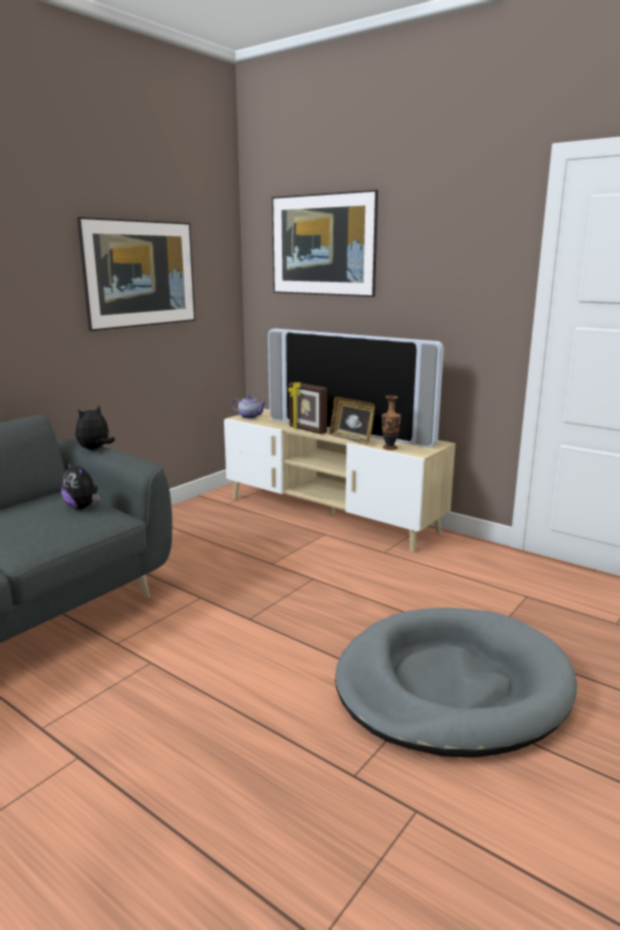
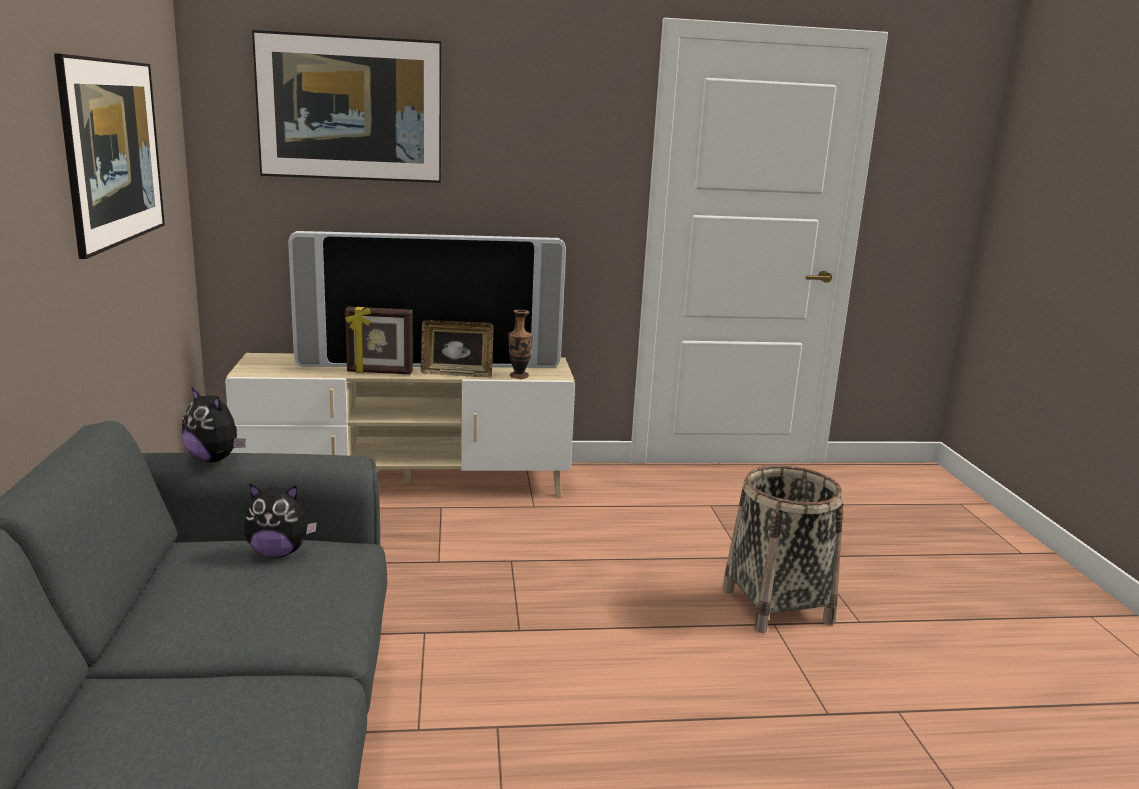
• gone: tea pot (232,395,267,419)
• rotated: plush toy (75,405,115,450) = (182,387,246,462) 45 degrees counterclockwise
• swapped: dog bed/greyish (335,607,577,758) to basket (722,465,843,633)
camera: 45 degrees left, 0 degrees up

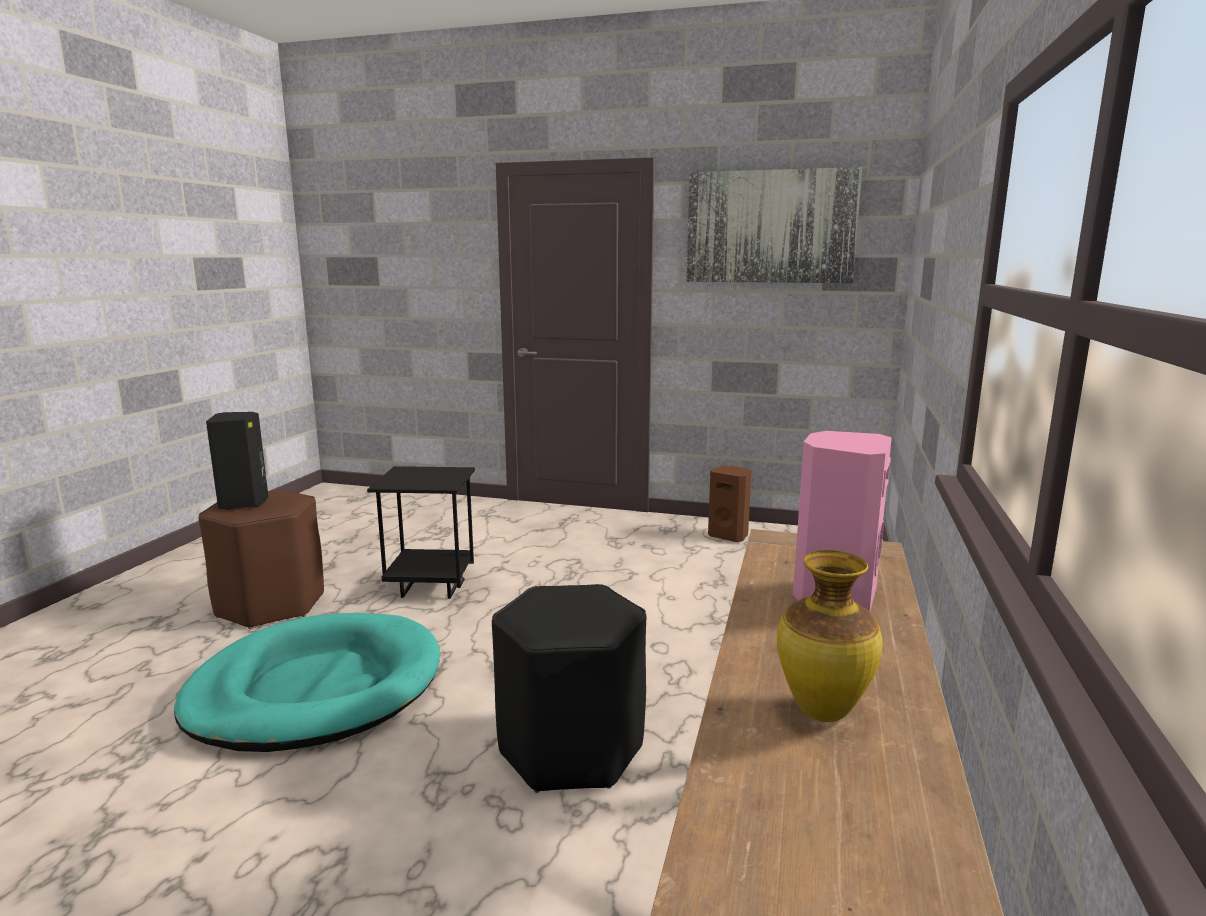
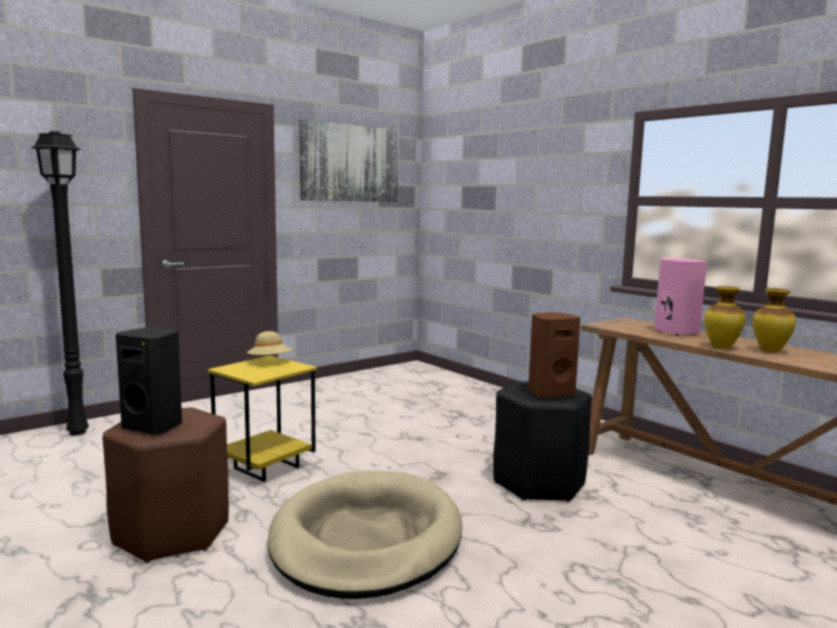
• repainted: accent table/black-coloured (367,466,475,599) to accent table/yellow-coloured (208,355,317,482)
• shifted: loudspeaker/brown-coloured (708,466,752,542) to (528,312,580,399)
• repainted: dog bed/turquoise (174,613,440,752) to dog bed/beige (267,470,462,599)
• new: floor lamp/black-coloured (31,131,89,436)
• new: vase (704,286,746,349)
• new: hat/beige (247,331,292,357)
camera: 55 degrees left, 5 degrees down

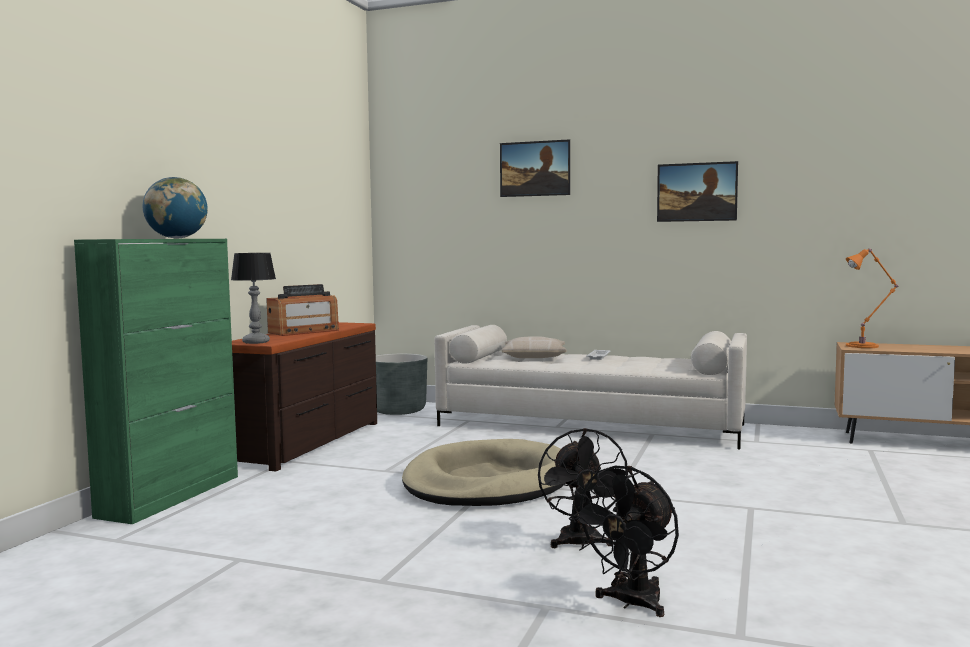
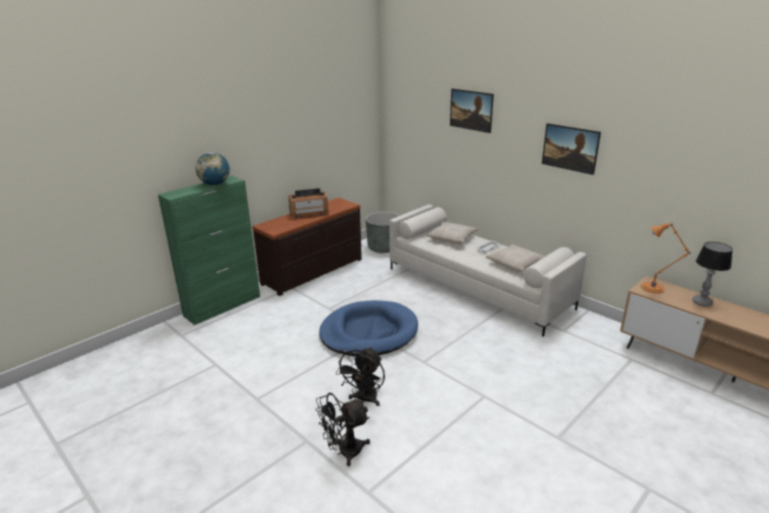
• shifted: lamp for a table (231,253,276,344) to (692,242,733,307)
• repainted: dog bed/beige (402,439,566,506) to dog bed/bluish (319,300,418,356)
• new: pillow/beige (486,244,545,272)
camera: 25 degrees right, 20 degrees up

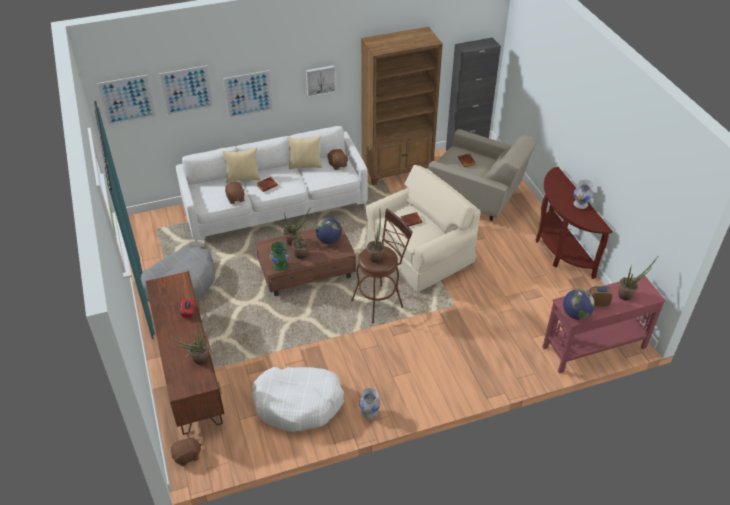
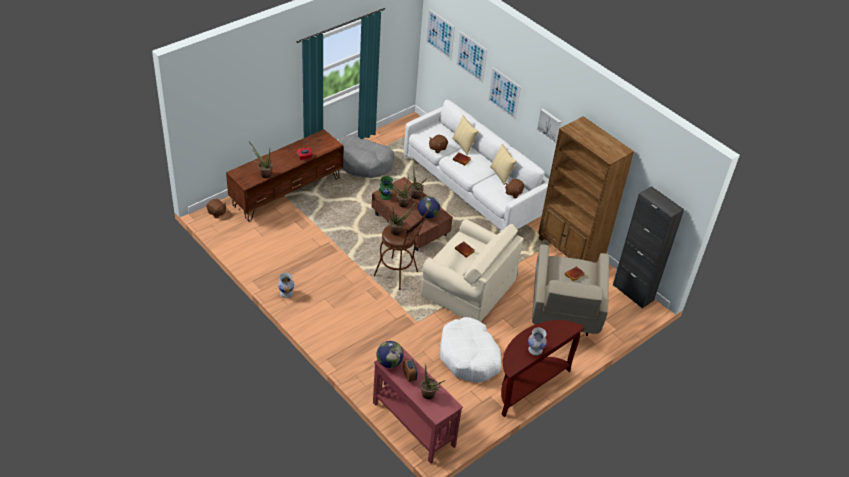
• shifted: dog bed/whitish (253,367,344,432) to (440,317,501,383)
camera: 65 degrees right, 0 degrees up

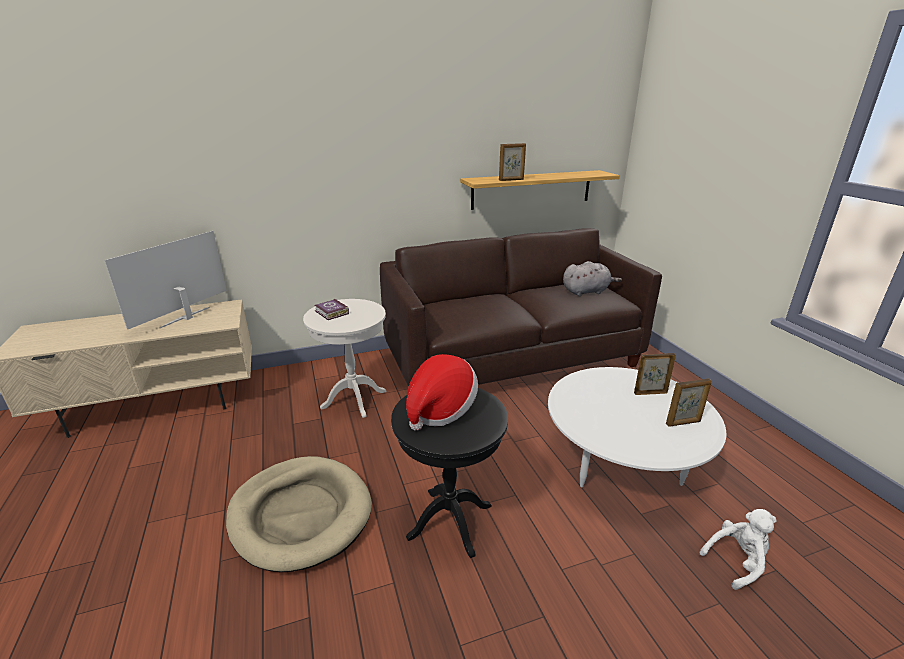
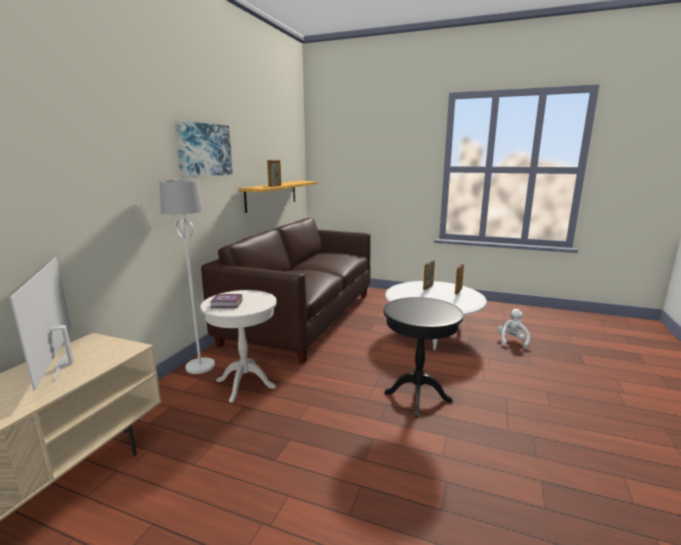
• gone: plush toy/greyish (563,261,622,296)
• gone: hat (406,354,478,431)
• gone: dog bed/beige (226,456,372,572)
• new: wall art (174,120,233,178)
• new: floor lamp/whitish (160,180,215,374)
camera: 50 degrees left, 10 degrees down

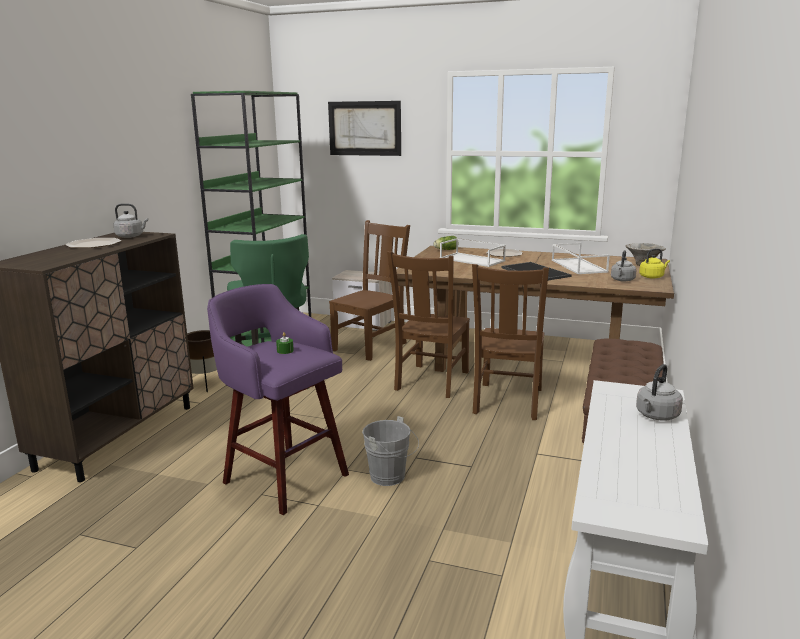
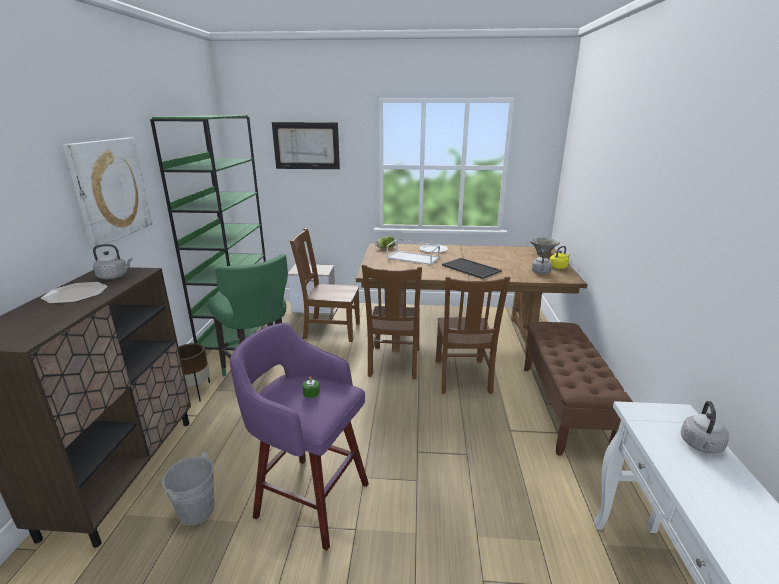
• rotated: chair/brown-coloured (329,220,410,361) = (290,228,360,342) 105 degrees counterclockwise
• gone: serving tray/whitish (552,243,610,274)
• shifted: water bucket/greyish (362,416,419,486) to (162,452,224,526)
• new: wall art (63,137,152,249)
camera: 15 degrees left, 5 degrees up

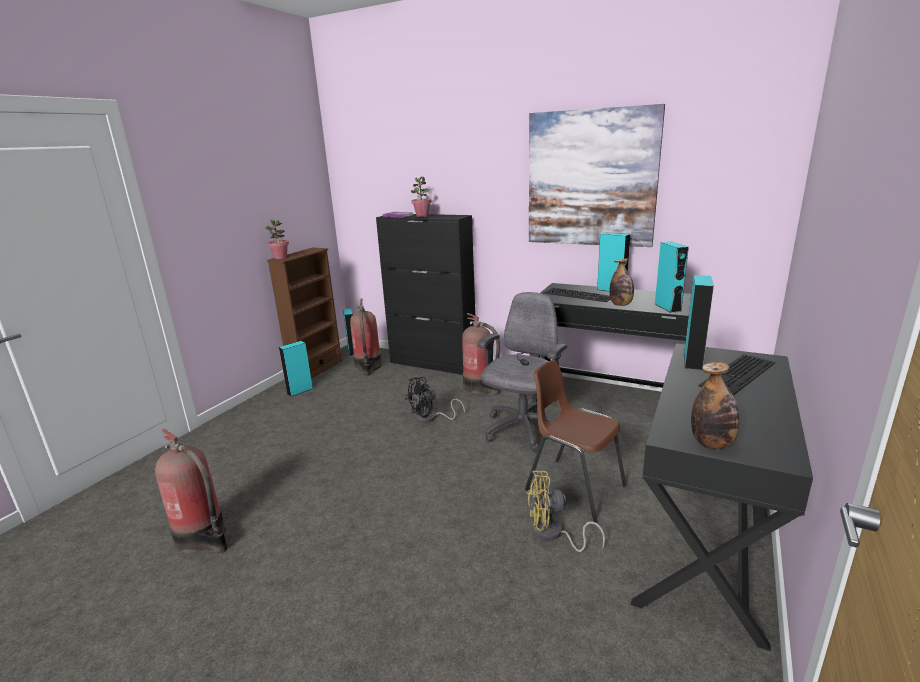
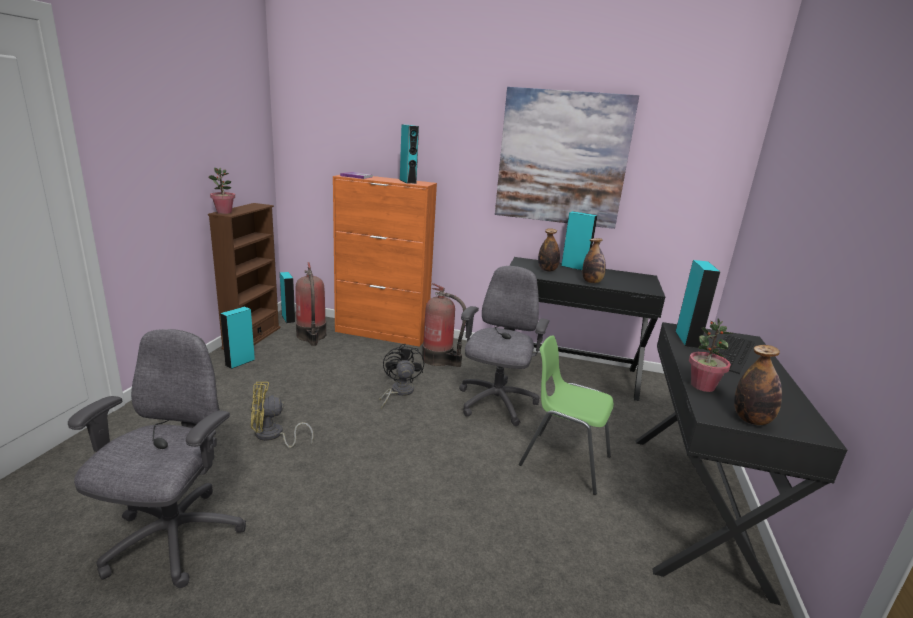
• shifted: plant in a pot (411,177,432,217) to (689,318,734,392)
• repainted: storage cabinet/black-coloured (376,214,475,375) to storage cabinet/orangey (333,175,437,347)
• shifted: loudspeaker/turquoise (655,242,689,313) to (400,124,419,184)
• swapped: computer keyboard (543,288,611,302) to bottle (538,228,560,272)
• repainted: chair/brown-coloured (525,360,627,522) to chair/green-coloured (519,336,614,495)
• rotated: cooling fan/black-coloured (405,377,465,423) = (379,344,424,409) 135 degrees clockwise
• swapped: fire-fighting cylinder (155,429,227,553) to office chair/greyish (68,329,246,588)
• shifted: cooling fan/yellow-coloured (527,471,605,552) to (251,382,314,448)
camera: 15 degrees left, 0 degrees up

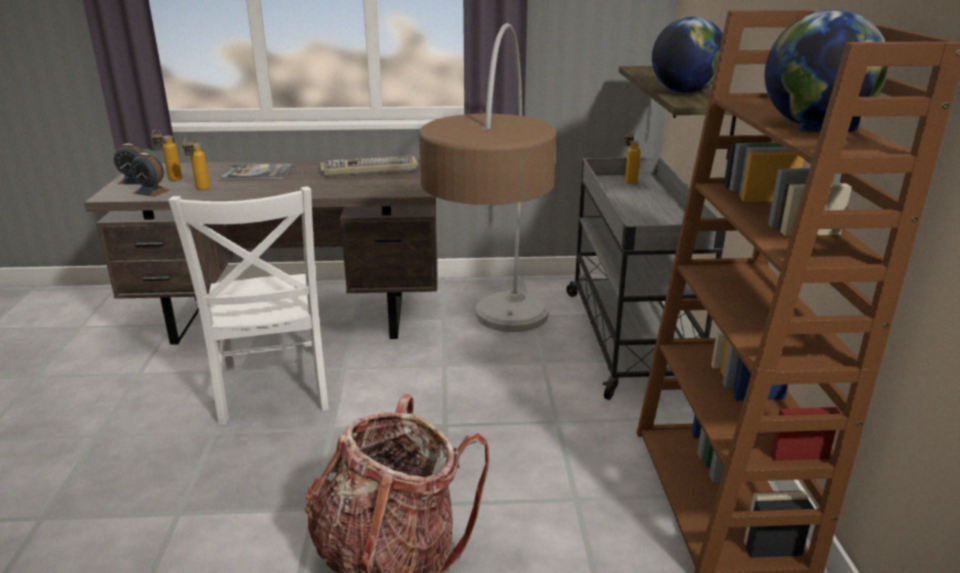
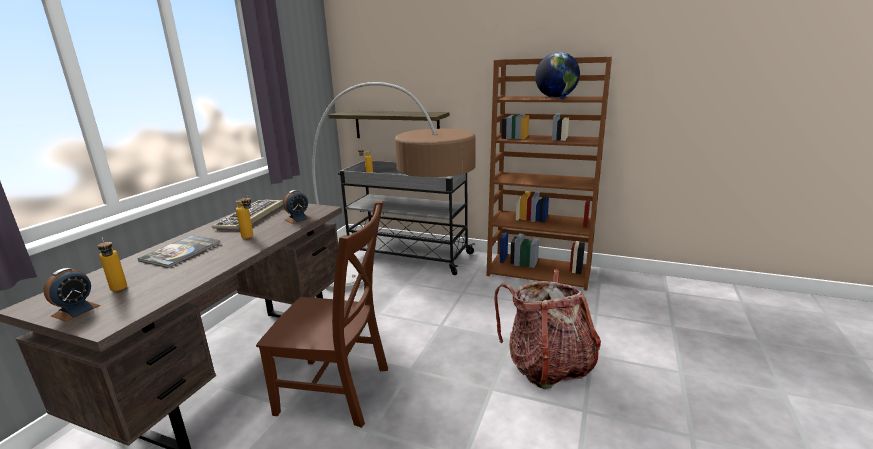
• gone: world globe (652,17,723,93)
• shifted: bottle (182,137,210,190) to (236,194,253,239)
• shifted: alarm clock (130,153,169,197) to (283,190,311,224)
• repainted: chair/whitish (168,186,329,425) to chair/brown-coloured (256,201,388,428)
camera: 65 degrees left, 5 degrees down

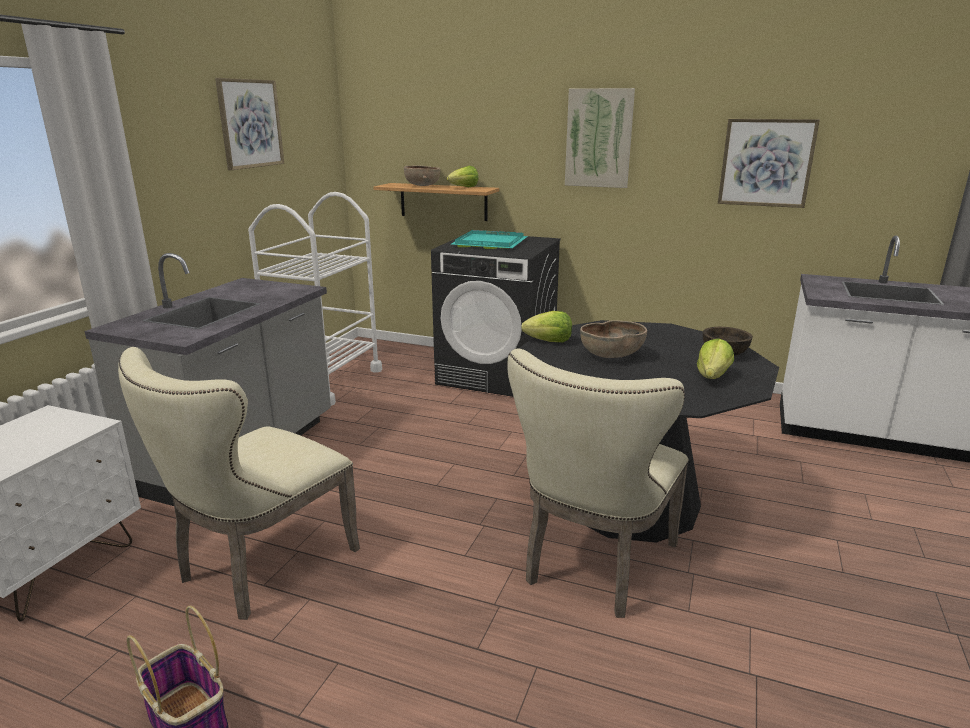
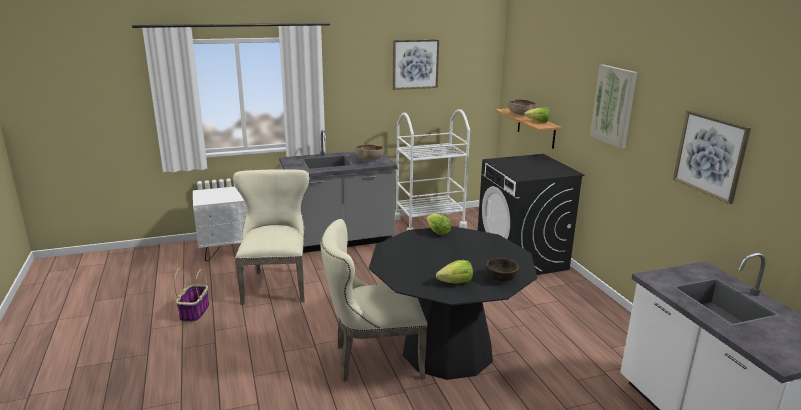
• gone: serving tray/turquoise (452,230,528,249)
• shifted: serving bowl/brown-coloured (580,320,647,358) to (355,144,385,160)
• rotated: chair/beige (118,347,360,620) = (233,169,310,305) 90 degrees clockwise
camera: 50 degrees right, 0 degrees up

